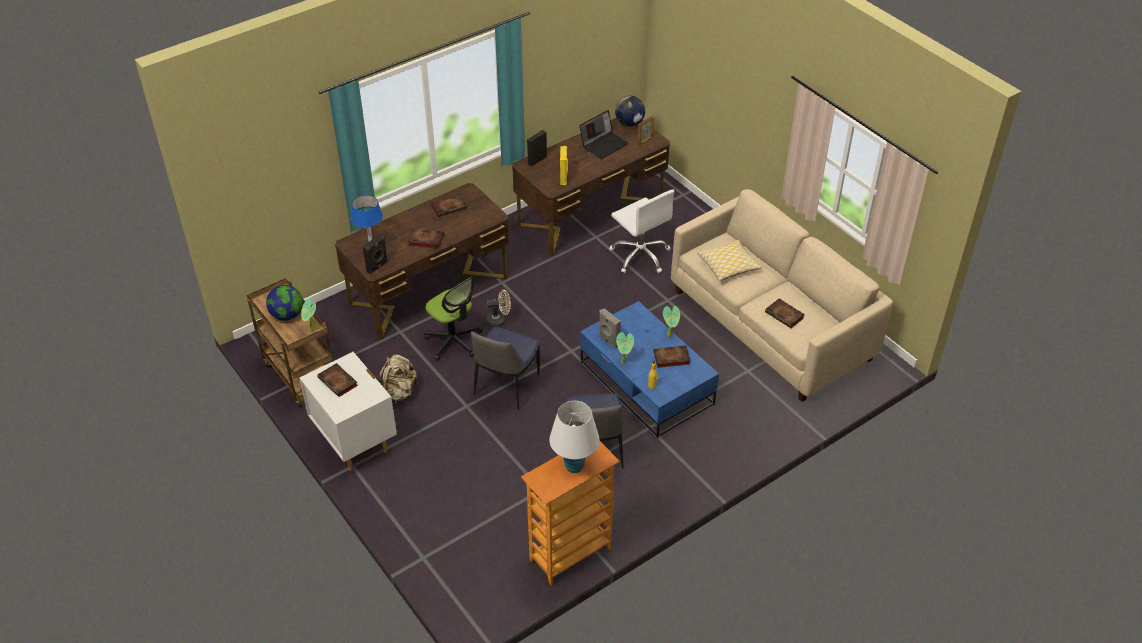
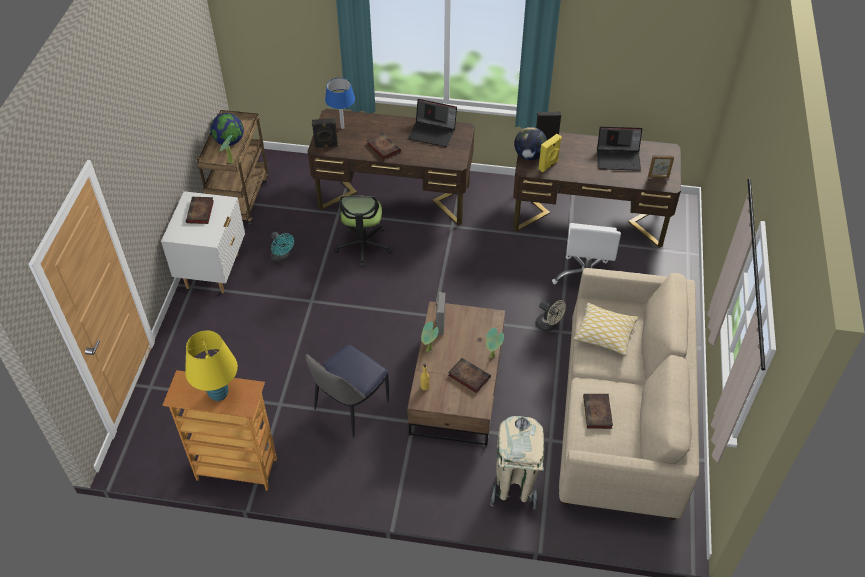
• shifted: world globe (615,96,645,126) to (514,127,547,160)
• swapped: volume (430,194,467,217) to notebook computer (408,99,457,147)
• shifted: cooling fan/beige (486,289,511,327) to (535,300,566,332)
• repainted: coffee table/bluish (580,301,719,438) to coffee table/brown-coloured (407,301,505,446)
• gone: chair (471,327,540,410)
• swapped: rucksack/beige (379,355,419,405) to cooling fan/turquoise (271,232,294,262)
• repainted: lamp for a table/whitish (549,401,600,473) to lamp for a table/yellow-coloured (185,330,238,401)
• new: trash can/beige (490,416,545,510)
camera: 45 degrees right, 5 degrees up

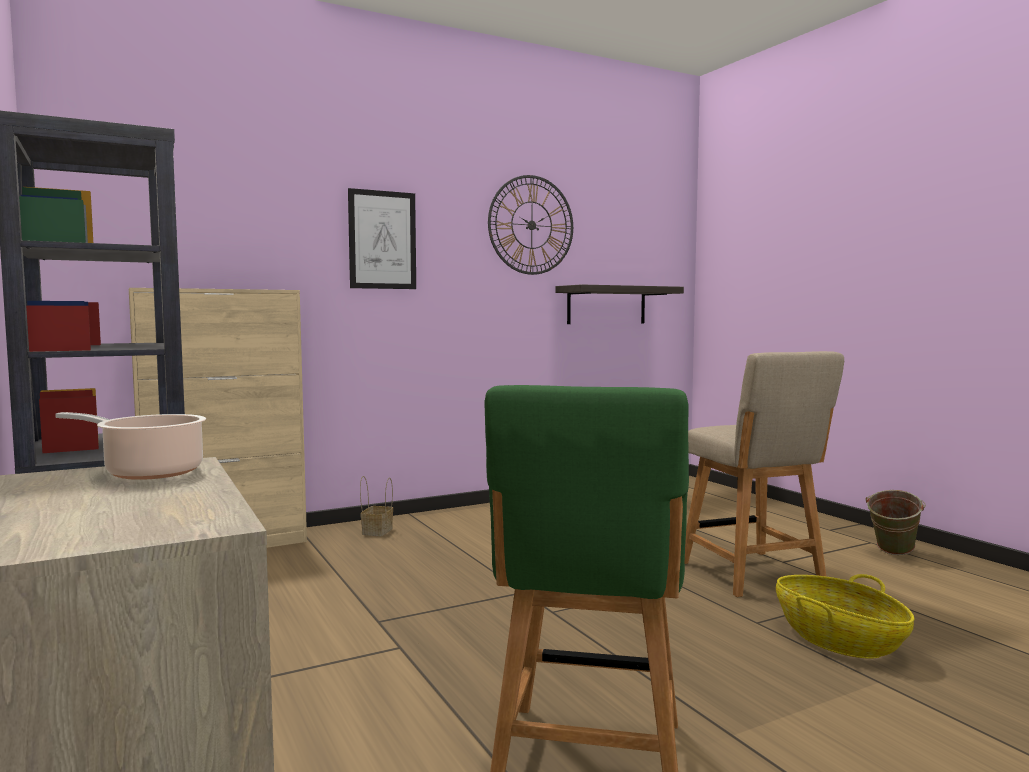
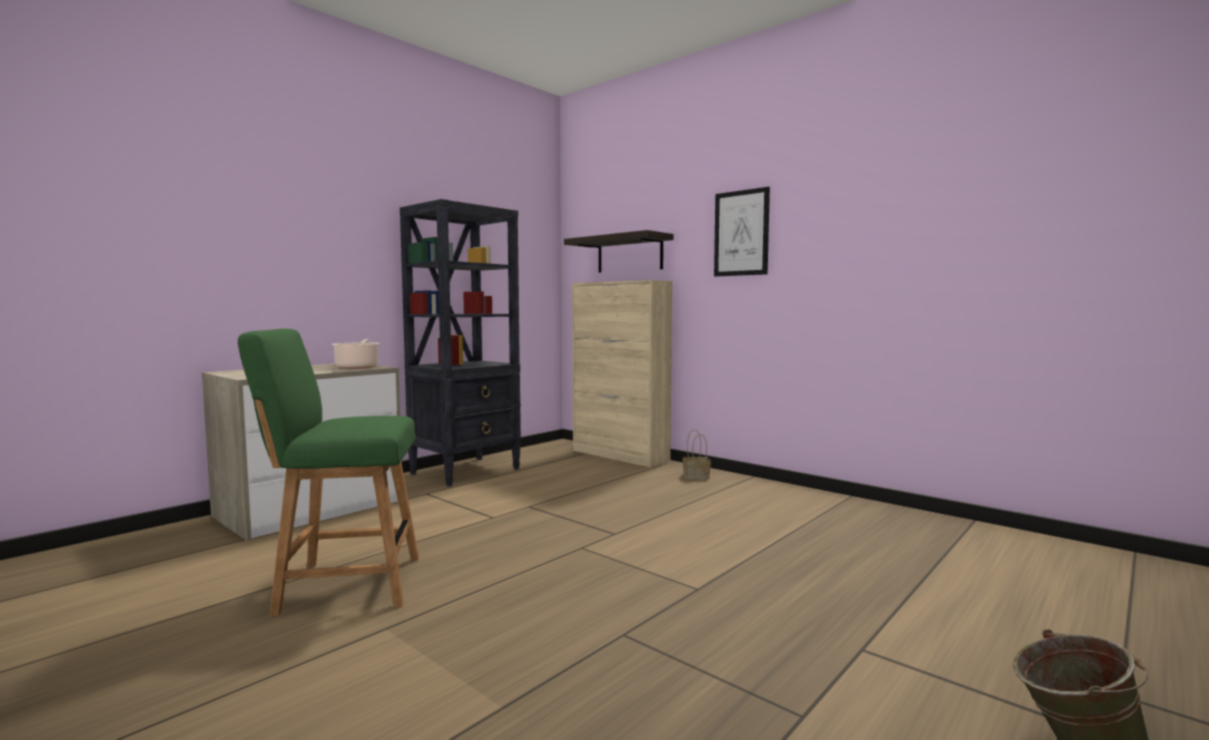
• gone: hanging clock (488,175,573,275)
• shifted: shelf (555,284,684,324) to (564,230,674,273)
• gone: chair/beige (685,351,844,597)
• gone: basket (776,574,914,658)
camera: 70 degrees right, 0 degrees up

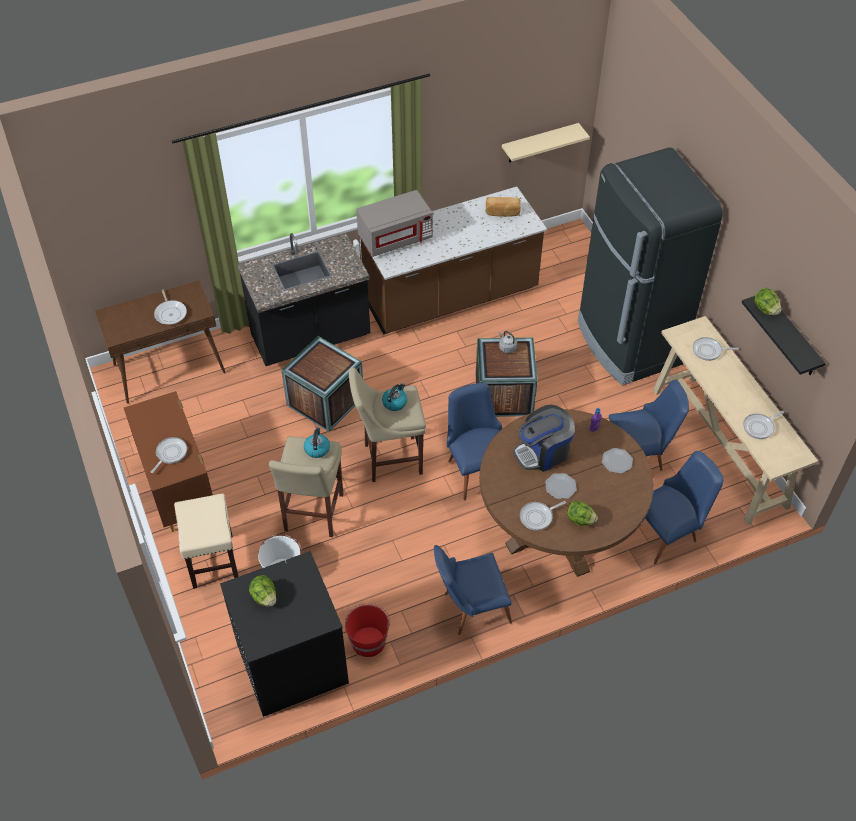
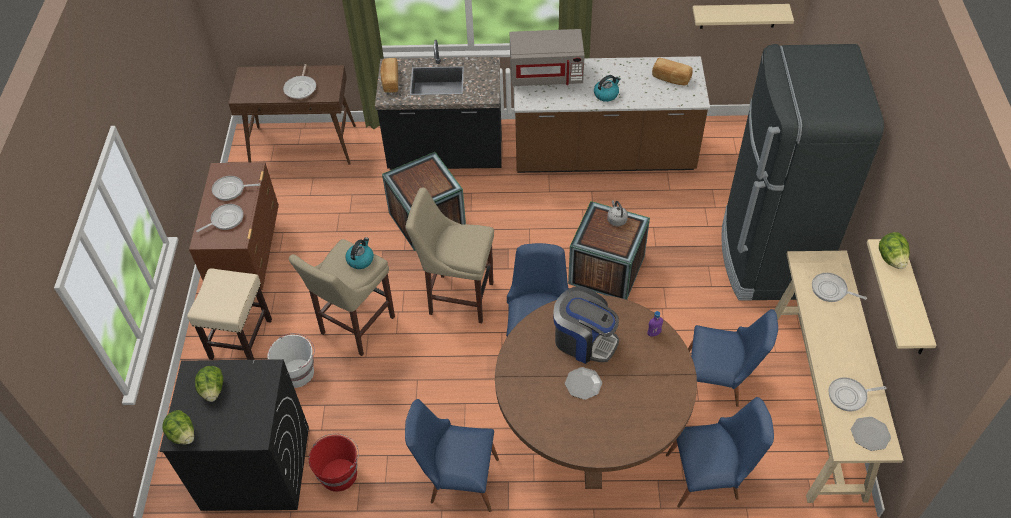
• repainted: shelf/black-coloured (742,296,826,375) to shelf/beige (866,239,936,354)
• shifted: tea kettle (382,383,407,411) to (594,75,621,102)
• rotated: coffee machine (513,405,575,472) = (553,286,619,364) 150 degrees counterclockwise
• shifted: flat dish (602,448,633,474) to (851,417,891,451)
• shifted: pan (520,501,566,531) to (212,176,261,201)
• shifted: lettuce (567,501,598,526) to (162,410,194,445)
• new: baked bread (381,58,398,93)
camera: 25 degrees right, 0 degrees up

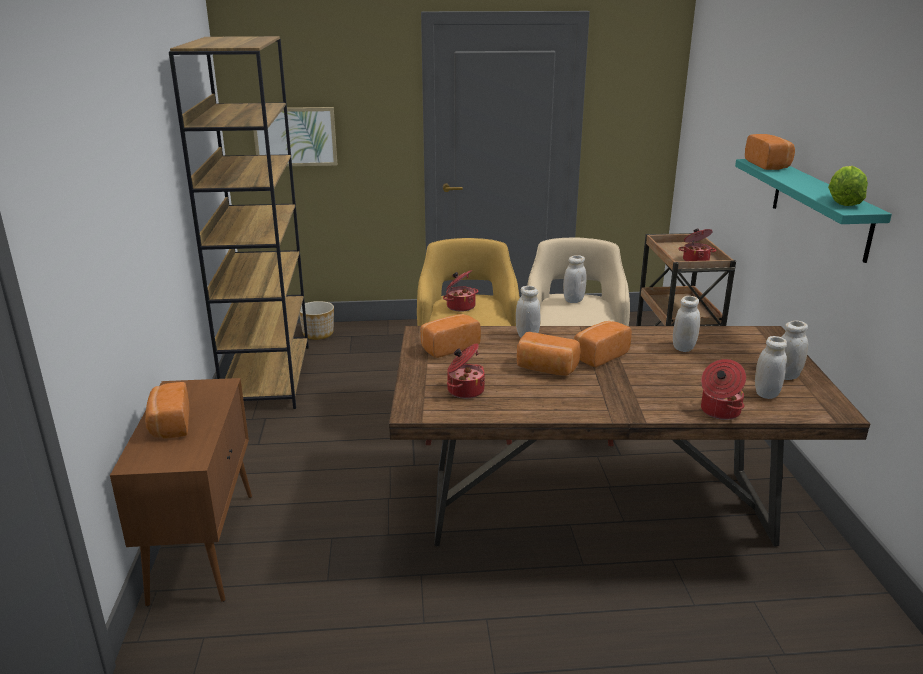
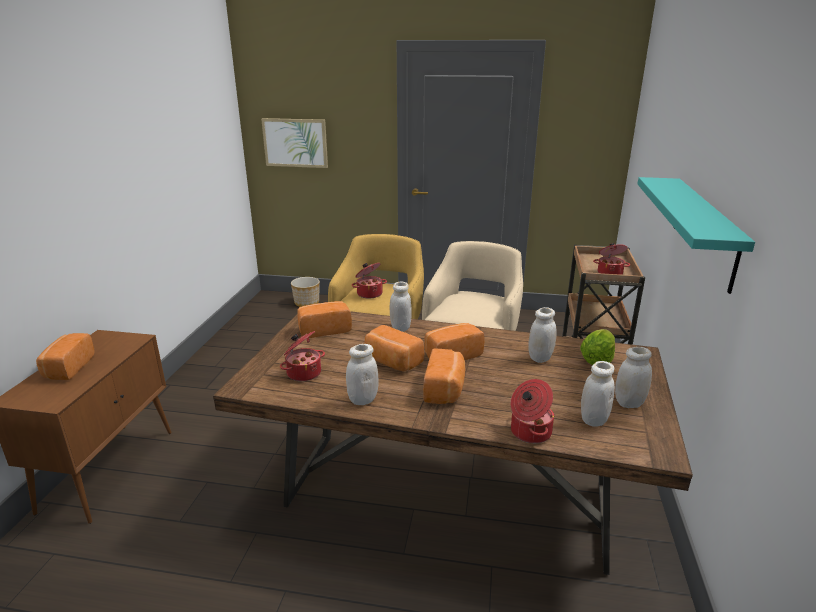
• gone: bookshelf/brown-coloured (169,36,309,409)
• shifted: baked bread (745,134,795,170) to (423,348,466,404)
• shifted: lettuce (828,166,868,206) to (580,329,615,365)
• shifted: jar/whitish (563,255,587,303) to (346,344,379,405)
camera: 15 degrees right, 0 degrees up

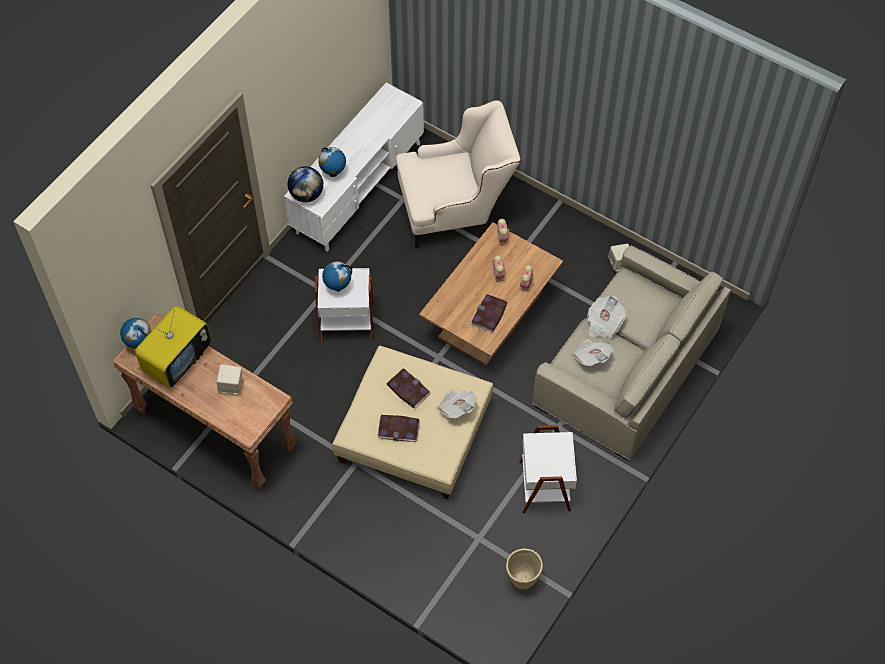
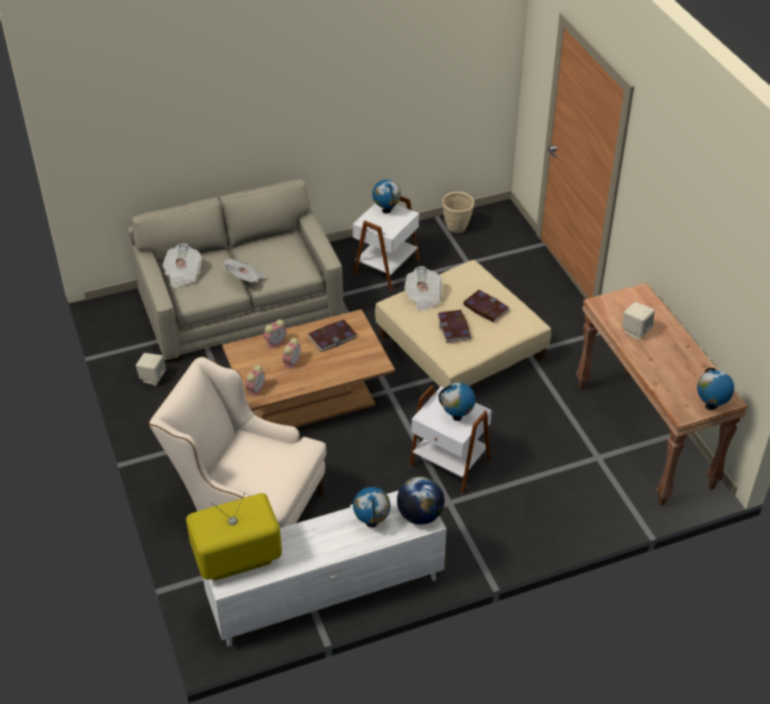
• shifted: TV set (135,306,211,388) to (186,493,282,581)
• shifted: newspaper (572,339,614,366) to (163,243,202,288)
• new: world globe (372,180,401,213)
camera: 145 degrees left, 15 degrees down

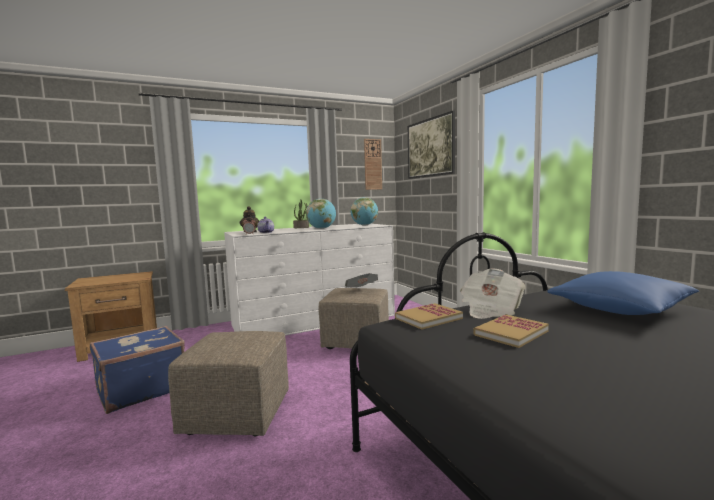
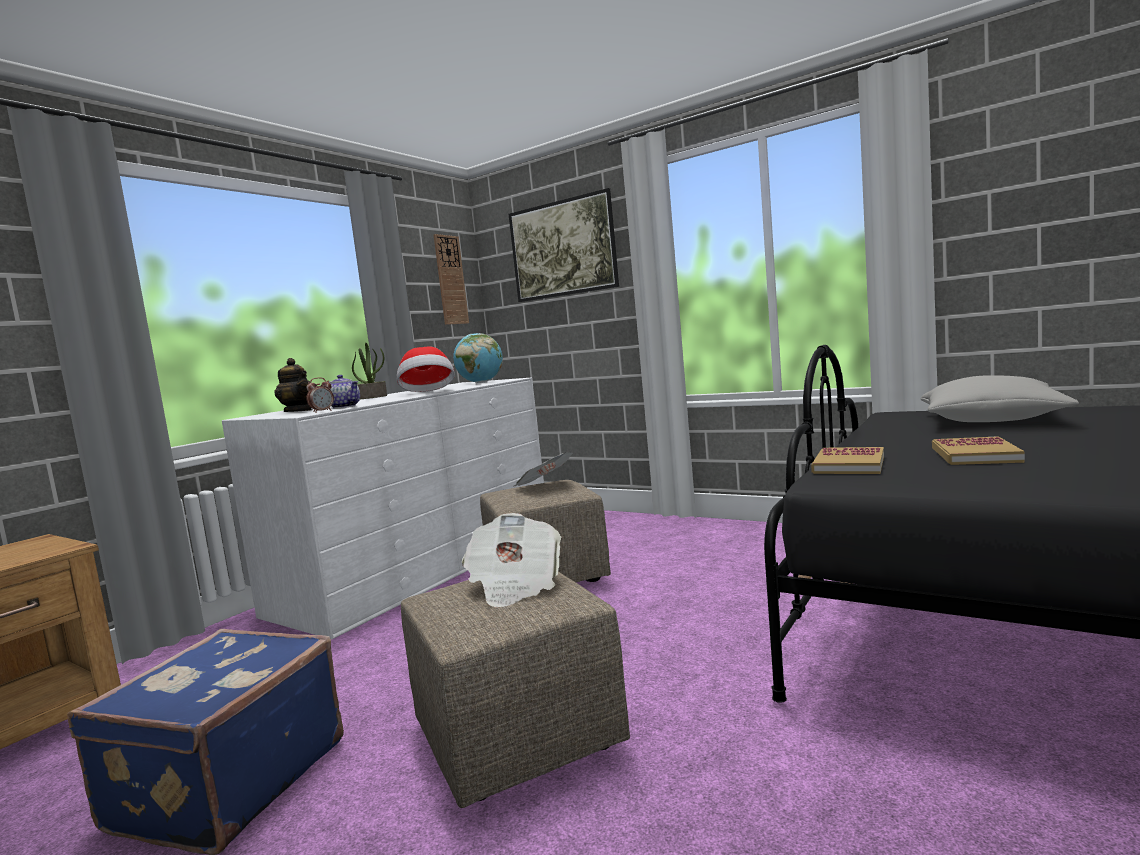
• swapped: world globe (306,199,336,229) to hat (397,347,455,392)
• shifted: newspaper (460,268,526,319) to (462,513,561,608)
• repainted: pillow/bluish (547,271,699,315) to pillow/greyish (920,375,1079,422)
camera: 30 degrees left, 0 degrees up

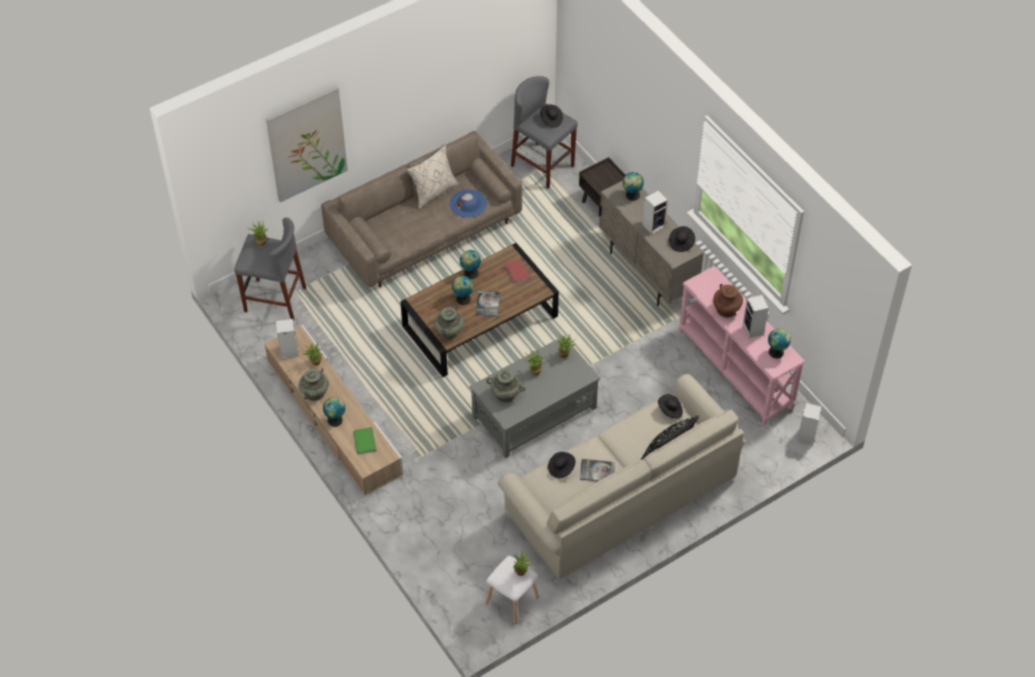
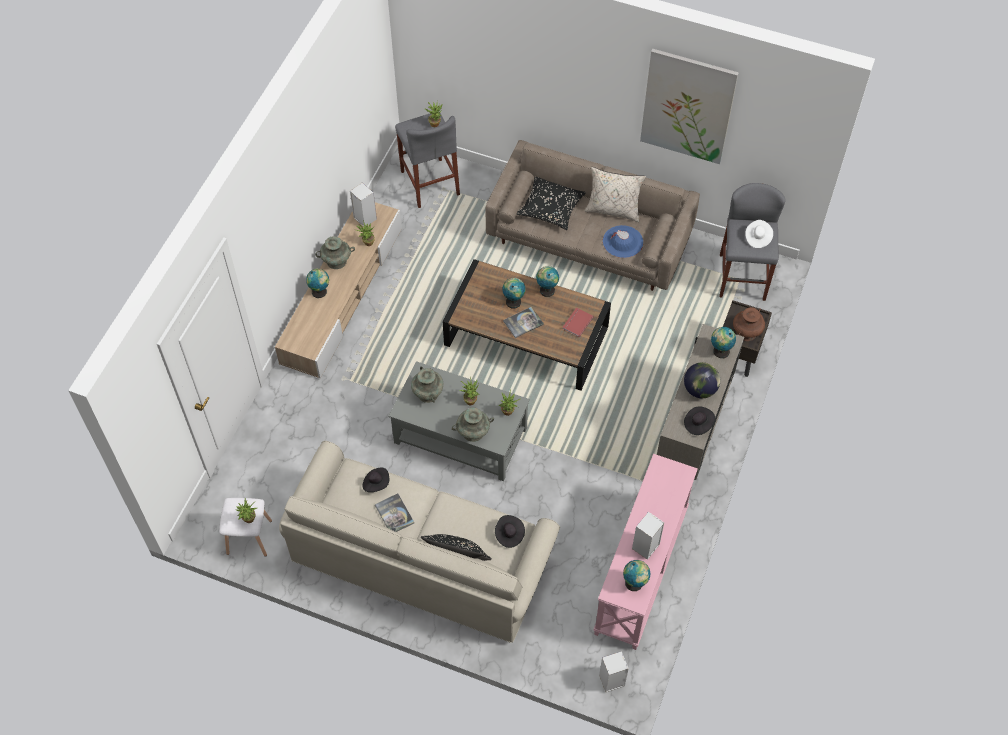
• shifted: wall art (266,86,348,202) to (640,49,739,164)
• repainted: hat/black-coloured (541,105,563,127) to hat/whitish (745,220,773,248)
• swapped: loudspeaker (642,190,668,234) to world globe (684,362,720,398)
• shifted: vase/brown-coloured (713,284,743,318) to (733,307,765,341)
• shifted: vase/turquoise (434,307,464,340) to (452,407,494,442)
• gone: volume/green-coloured (353,427,377,454)
• new: pillow/black-coloured (517,177,586,230)
camera: 55 degrees right, 5 degrees up

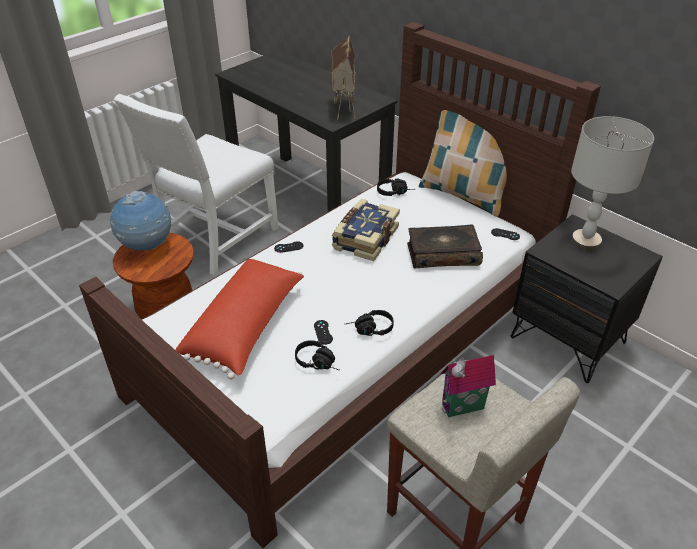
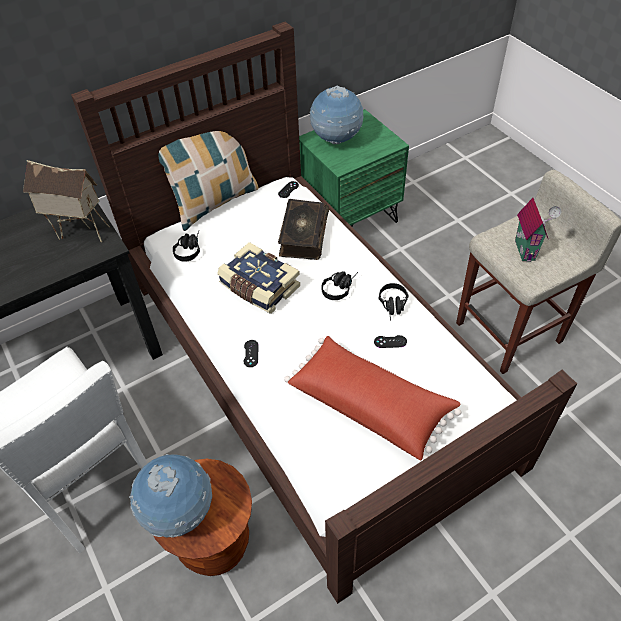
• swapped: lamp for a table/greyish (571,116,654,251) to world globe (309,86,364,144)
• repainted: night table/black-coloured (510,214,663,383) to night table/green-coloured (299,109,409,226)
• shifted: pair of headphones/black-coloured (295,340,339,370) to (321,271,358,300)
camera: 75 degrees left, 10 degrees up

